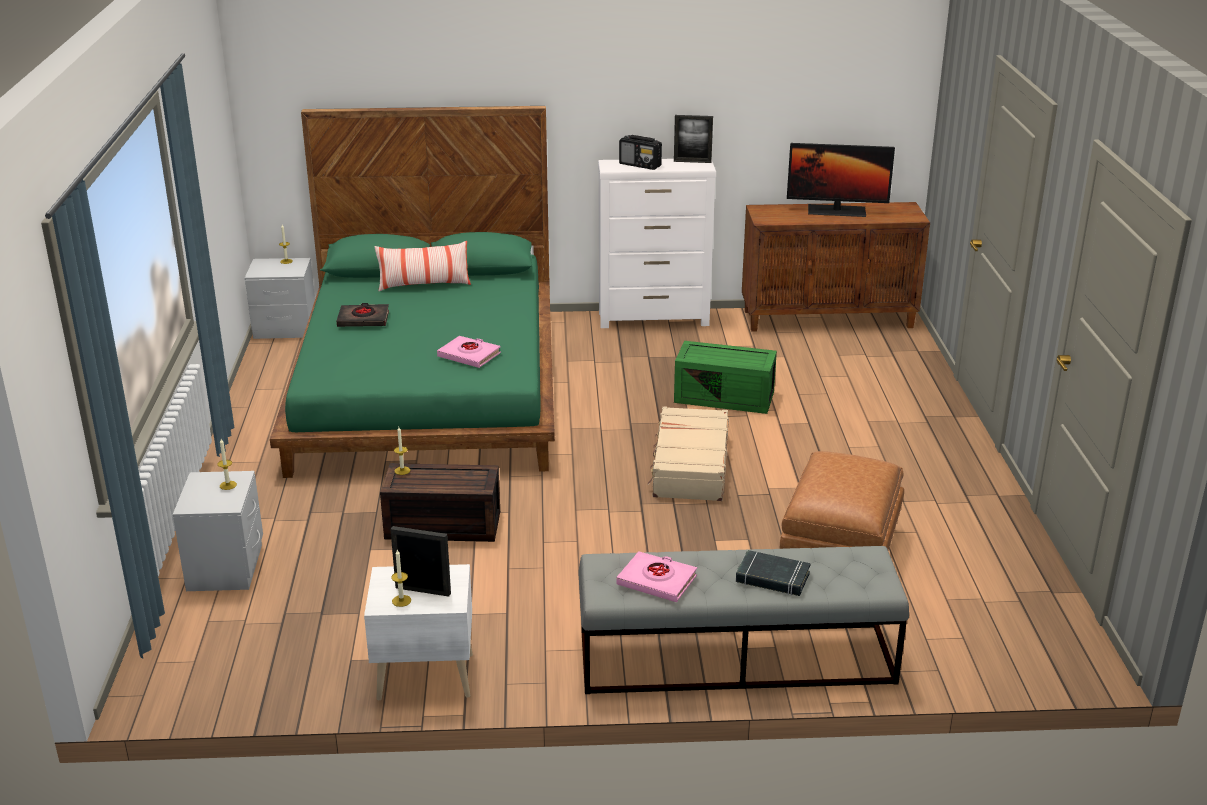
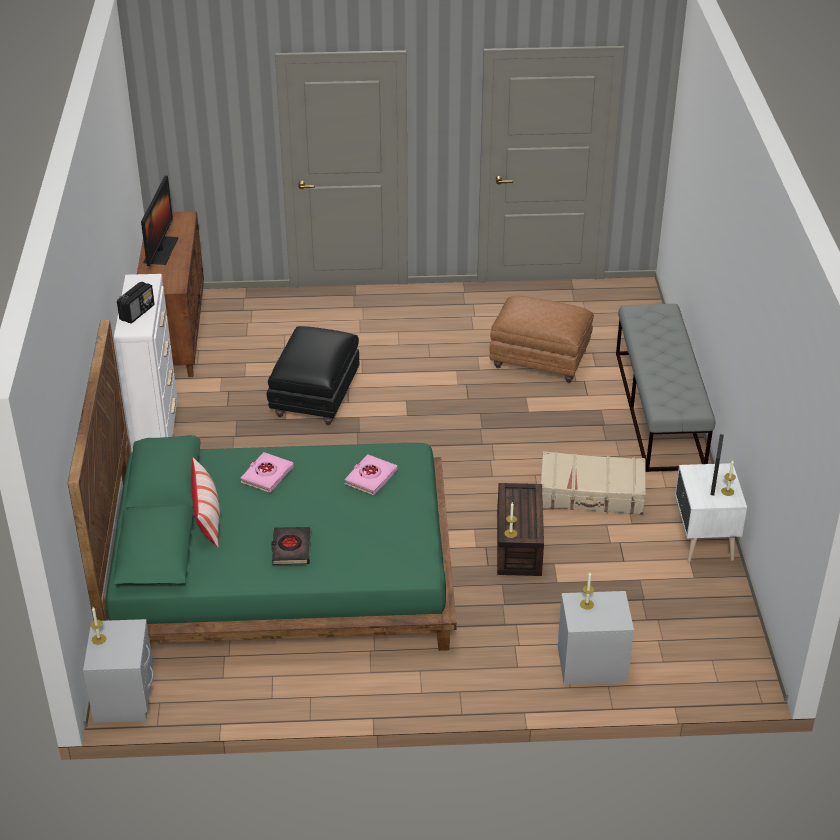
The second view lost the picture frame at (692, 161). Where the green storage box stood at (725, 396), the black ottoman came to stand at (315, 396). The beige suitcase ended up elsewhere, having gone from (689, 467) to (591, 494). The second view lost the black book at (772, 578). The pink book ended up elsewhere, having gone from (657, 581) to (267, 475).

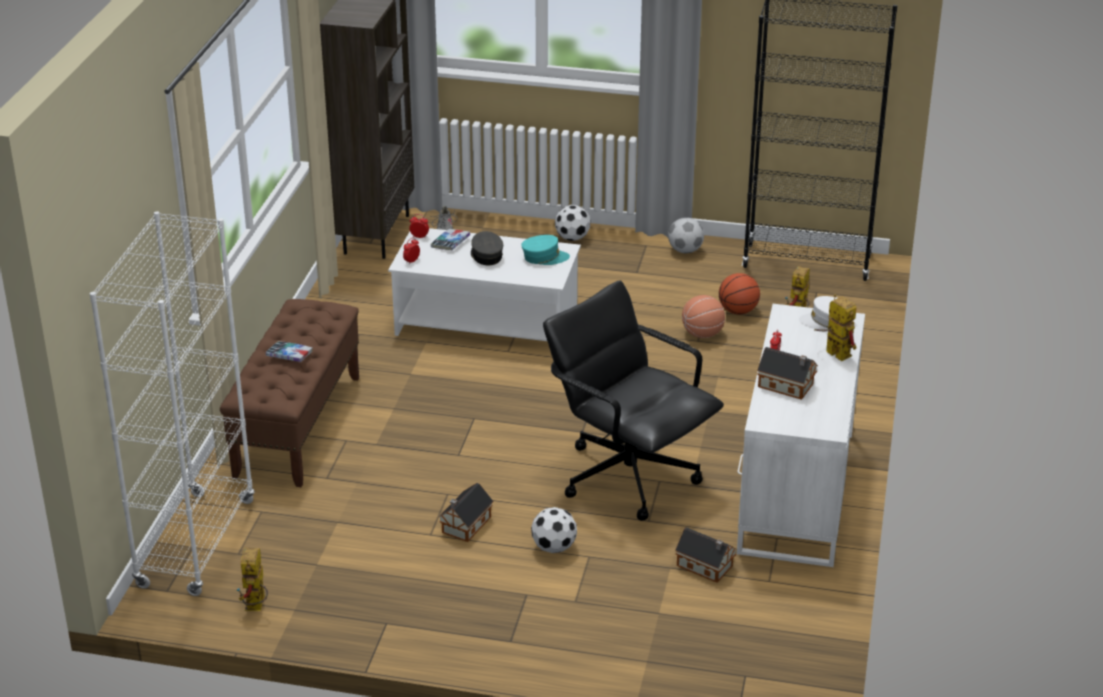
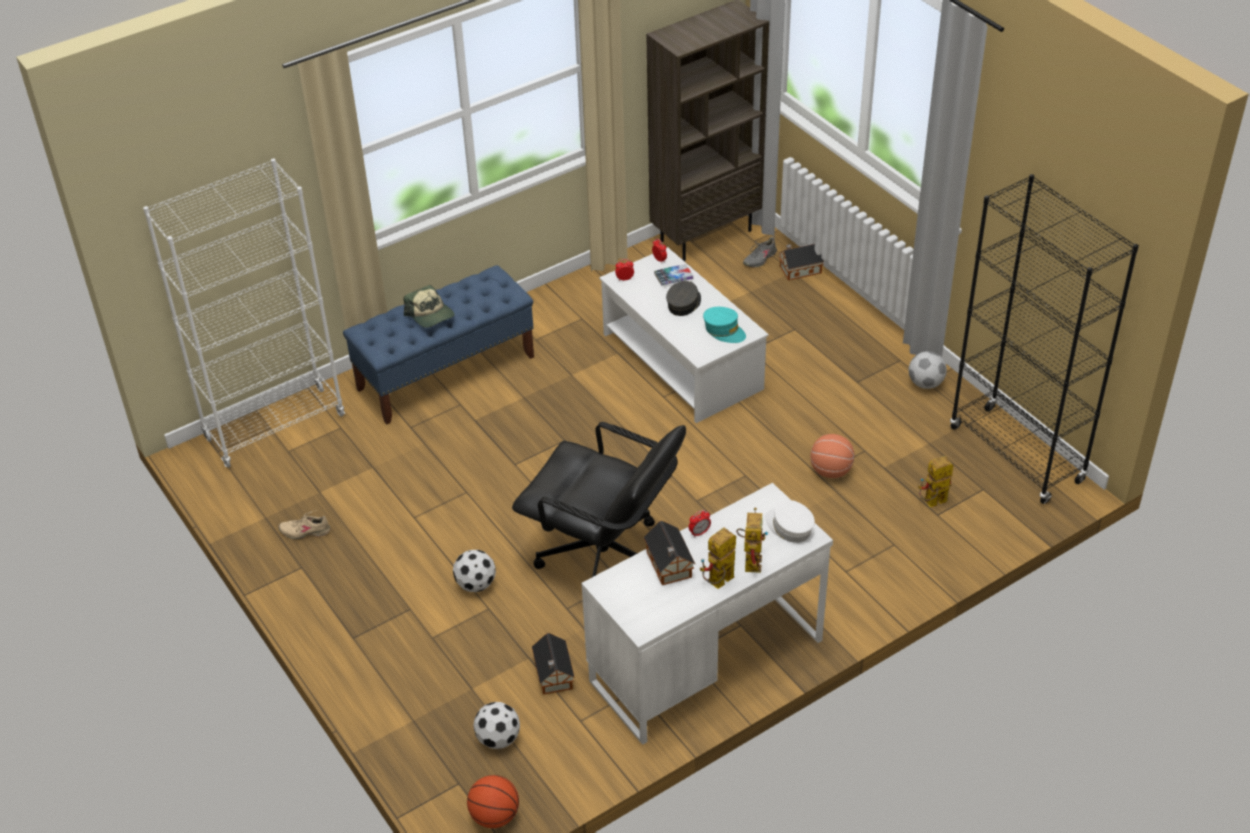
The football ended up elsewhere, having gone from (572, 238) to (497, 739). The basketball ended up elsewhere, having gone from (738, 311) to (494, 816). The black office chair at (628, 475) ended up facing another way, 120 degrees clockwise from before. What was the brown bench at (298, 425) turned into the blue bench at (446, 372). Where the book stood at (289, 355), the cap came to stand at (430, 314). The toy house ended up elsewhere, having gone from (464, 526) to (798, 270). The toy robot ended up elsewhere, having gone from (256, 607) to (718, 583). The second view gained the beige shoe at (305, 531).

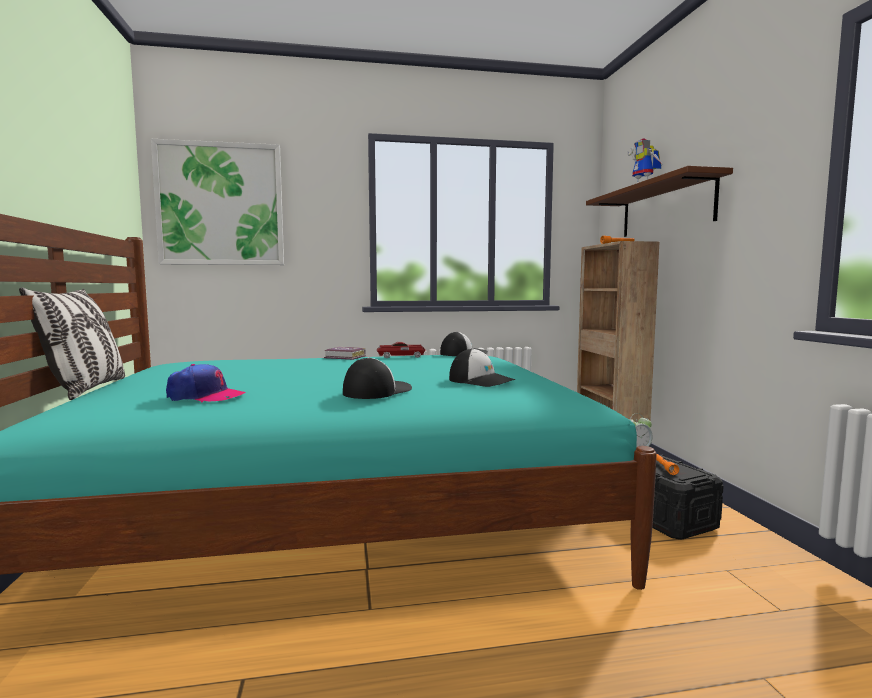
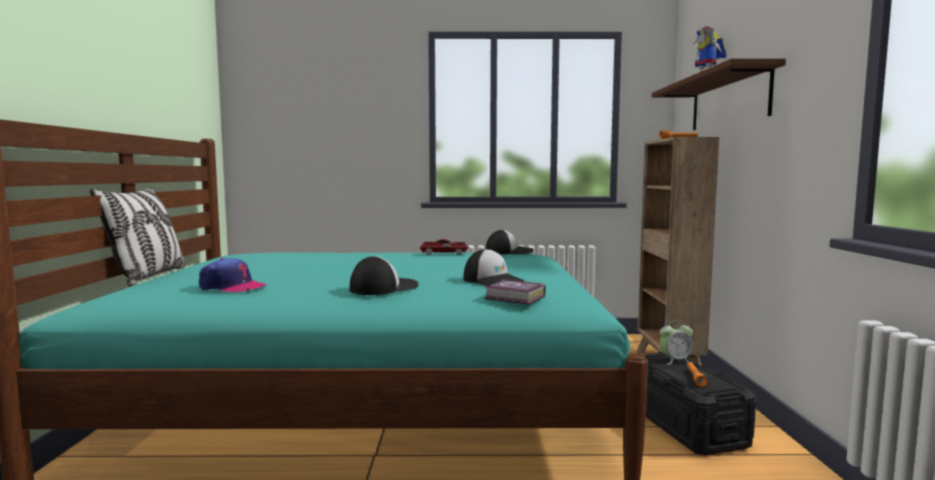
The second view lost the picture at (220, 204). The book ended up elsewhere, having gone from (345, 357) to (515, 298).

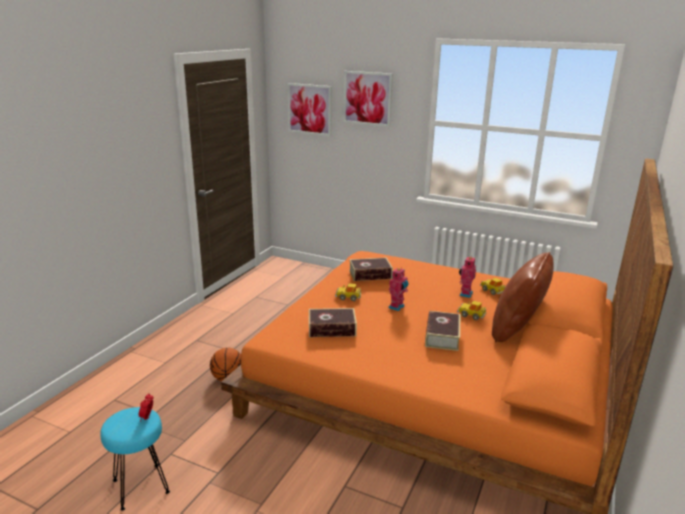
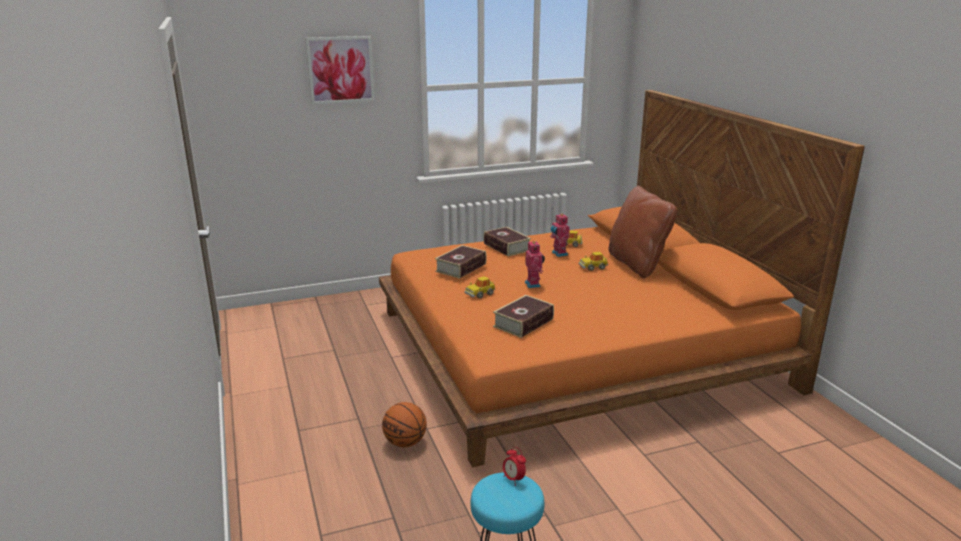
The second view lost the picture at (310, 109). The book ended up elsewhere, having gone from (442, 336) to (507, 247).

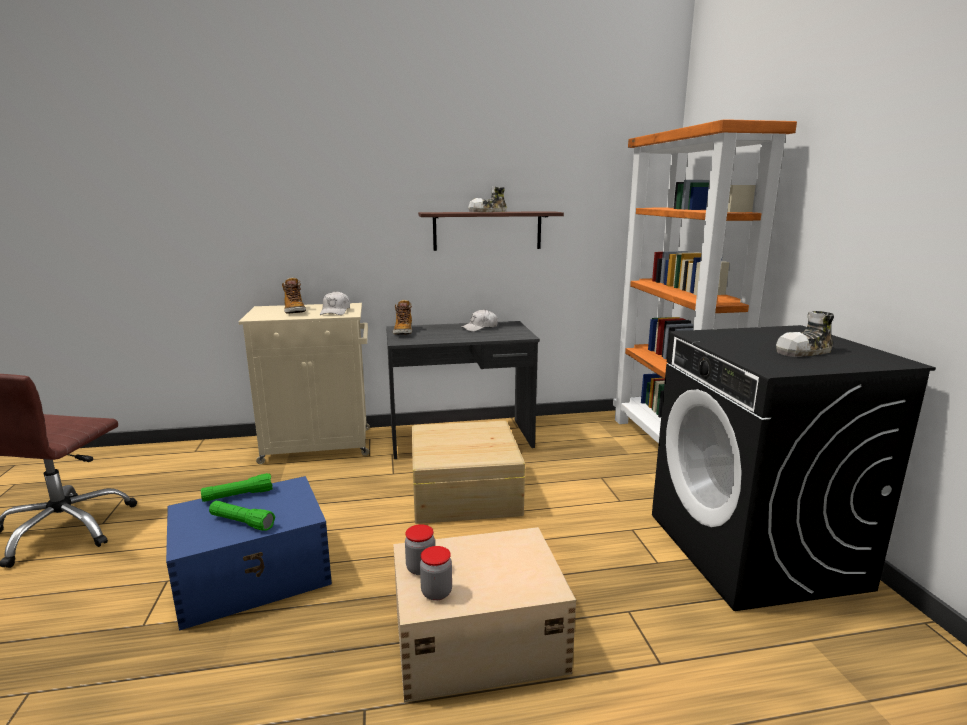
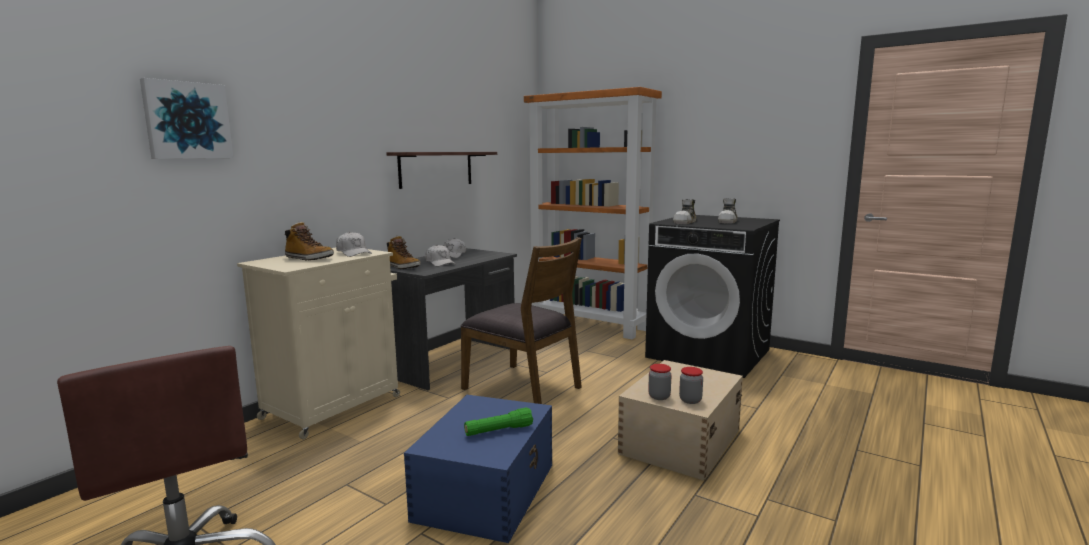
The shoe ended up elsewhere, having gone from (487, 211) to (685, 222). Where the beige storage box stood at (463, 492), the brown chair came to stand at (523, 387). The second view lost the green flashlight at (238, 496). The second view gained the picture at (187, 120). The second view gained the white cap at (440, 263).

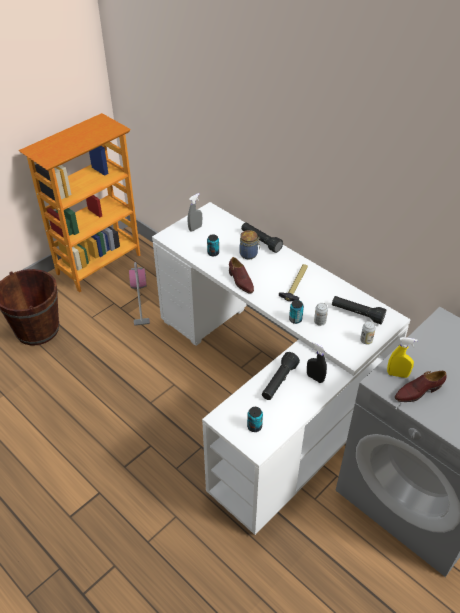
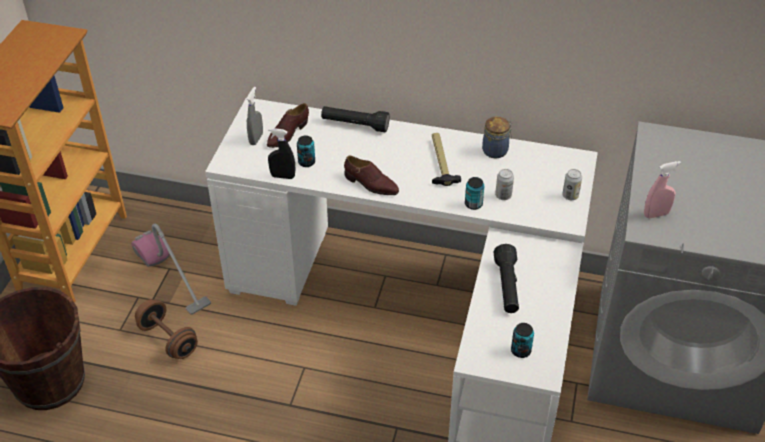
The jar ended up elsewhere, having gone from (249, 254) to (496, 150). The second view lost the black flashlight at (357, 314). What was the yellow spray bottle at (397, 374) turned into the pink spray bottle at (656, 214). The black spray bottle ended up elsewhere, having gone from (315, 378) to (282, 176). The brown shoe ended up elsewhere, having gone from (418, 391) to (287, 133). The second view gained the brown dumbbell at (168, 339).

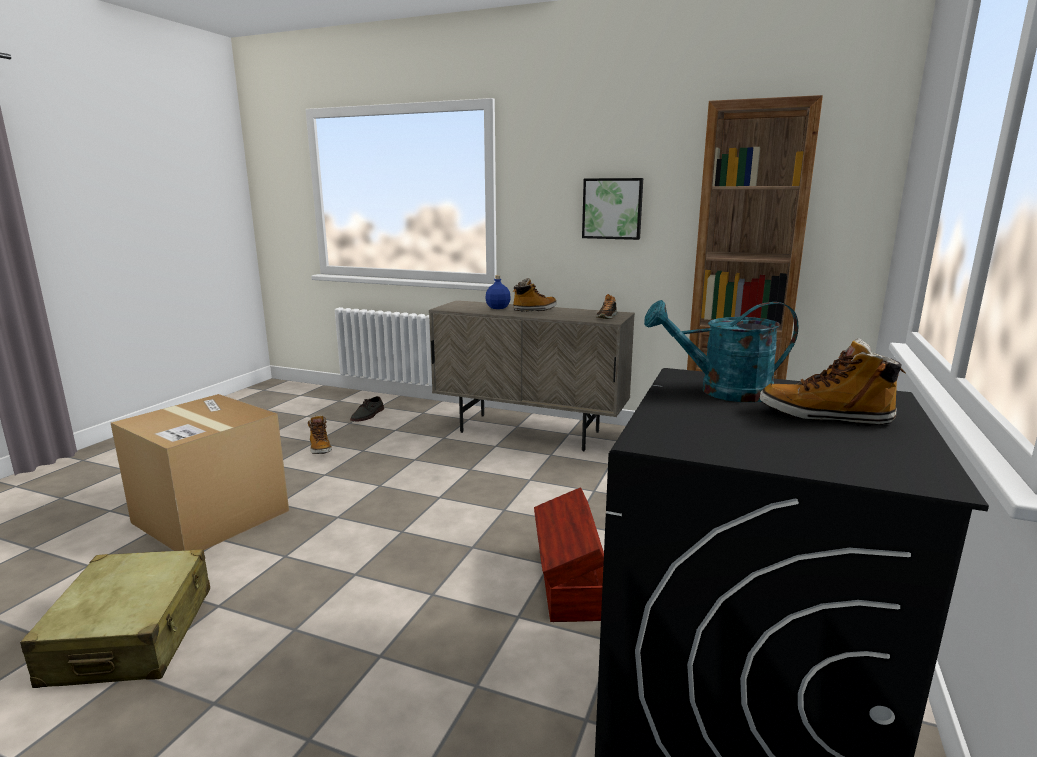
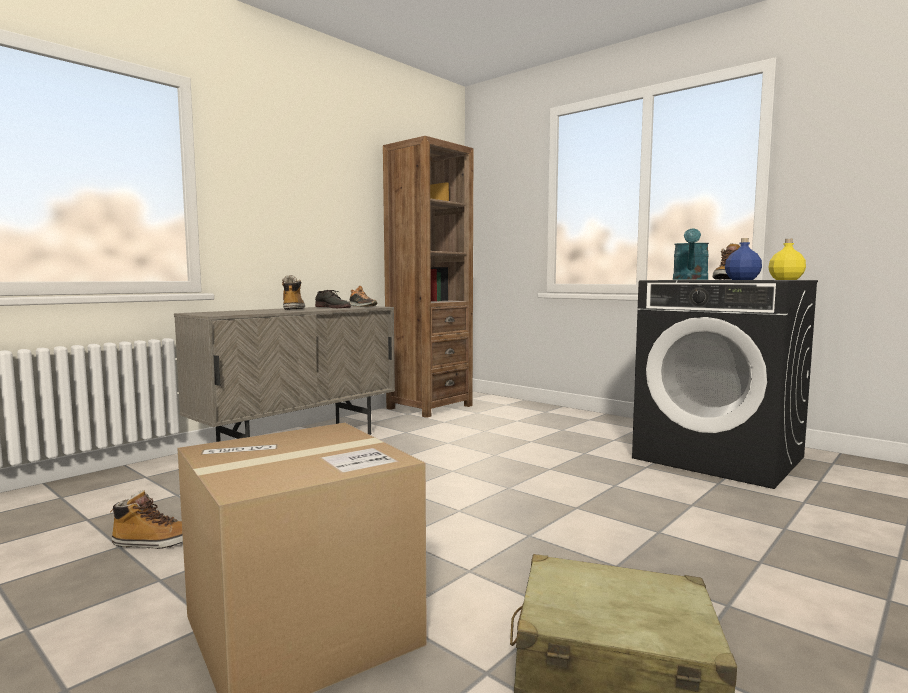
The second view lost the picture at (612, 208). The blue bottle ended up elsewhere, having gone from (498, 307) to (742, 280). The grey shoe ended up elsewhere, having gone from (368, 415) to (333, 307). The second view lost the brown storage box at (570, 583). The second view gained the yellow bottle at (786, 279).

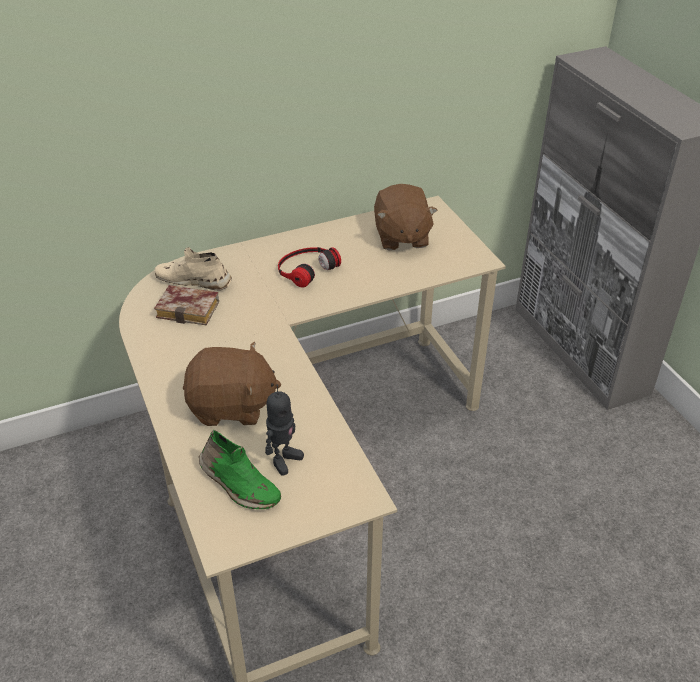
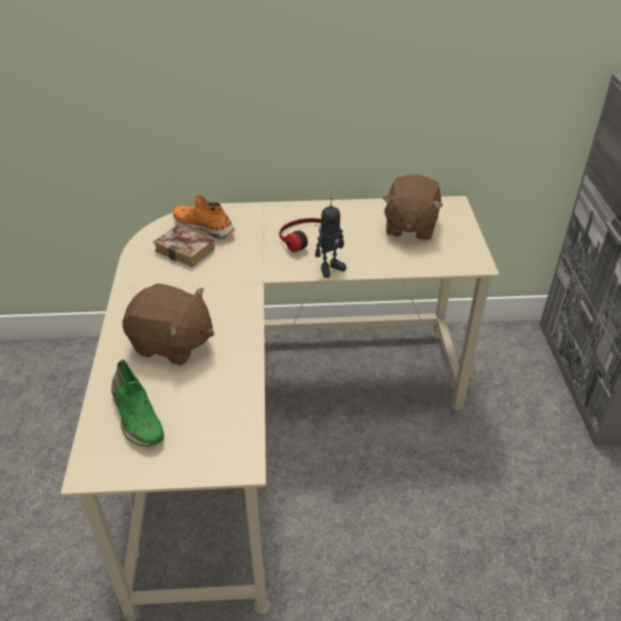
What was the beige shoe at (194, 281) turned into the orange shoe at (204, 226). The toy robot ended up elsewhere, having gone from (284, 460) to (330, 268).

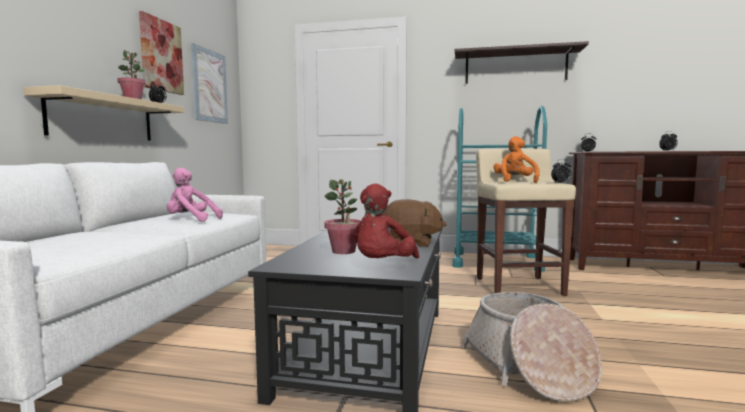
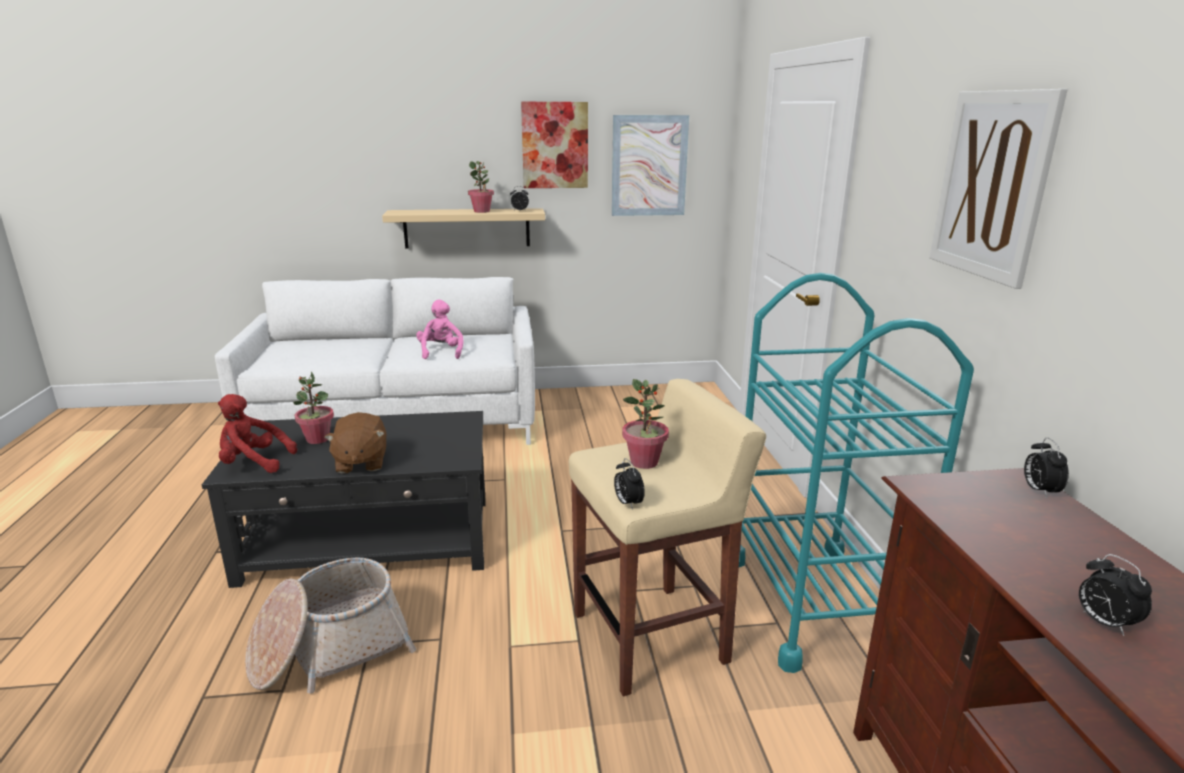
Where the shelf hung at (515, 67), the picture came to hang at (992, 185). Where the orange plush toy stood at (515, 182), the potted plant came to stand at (644, 462).

